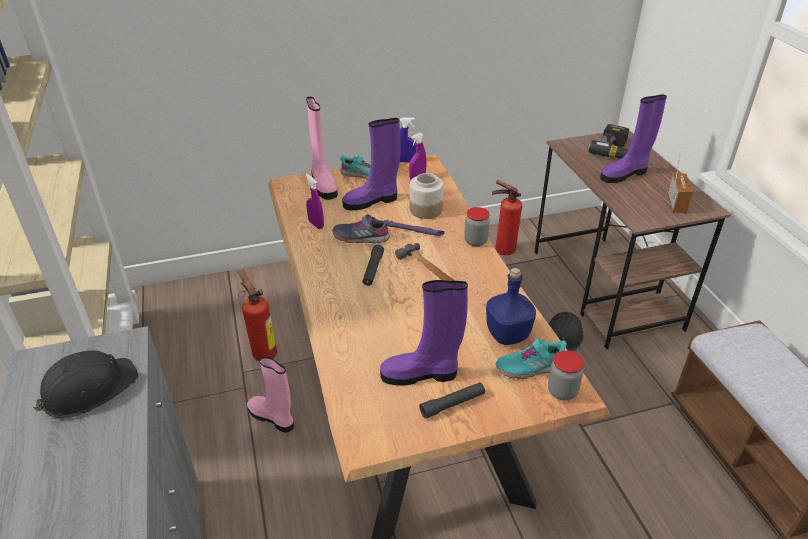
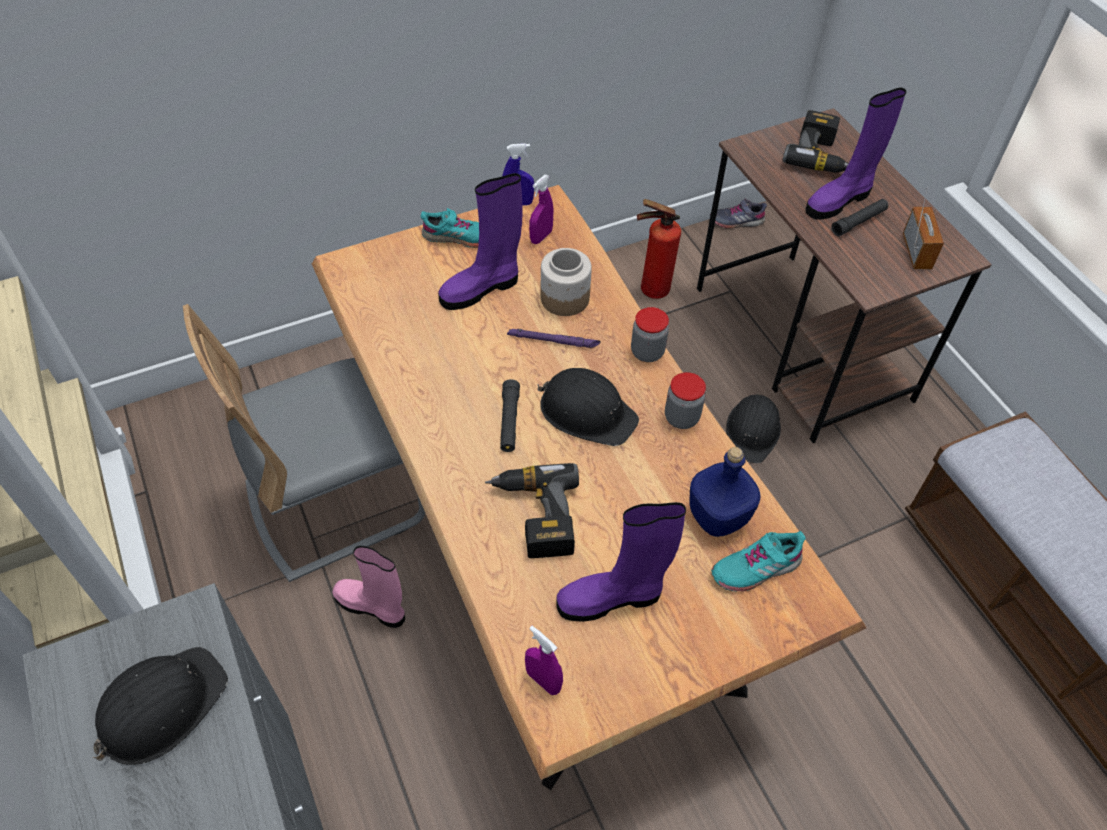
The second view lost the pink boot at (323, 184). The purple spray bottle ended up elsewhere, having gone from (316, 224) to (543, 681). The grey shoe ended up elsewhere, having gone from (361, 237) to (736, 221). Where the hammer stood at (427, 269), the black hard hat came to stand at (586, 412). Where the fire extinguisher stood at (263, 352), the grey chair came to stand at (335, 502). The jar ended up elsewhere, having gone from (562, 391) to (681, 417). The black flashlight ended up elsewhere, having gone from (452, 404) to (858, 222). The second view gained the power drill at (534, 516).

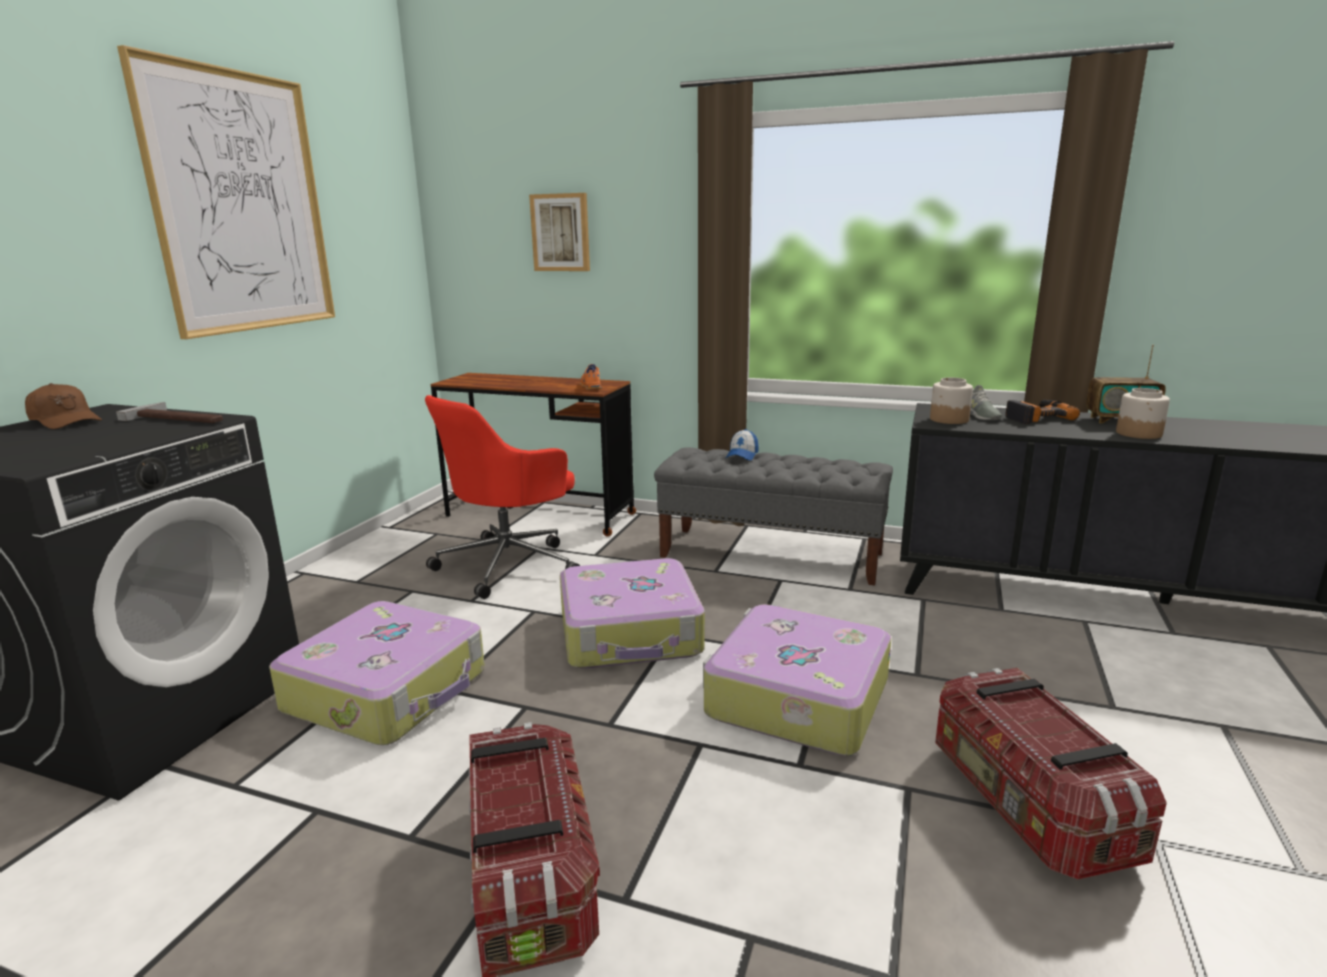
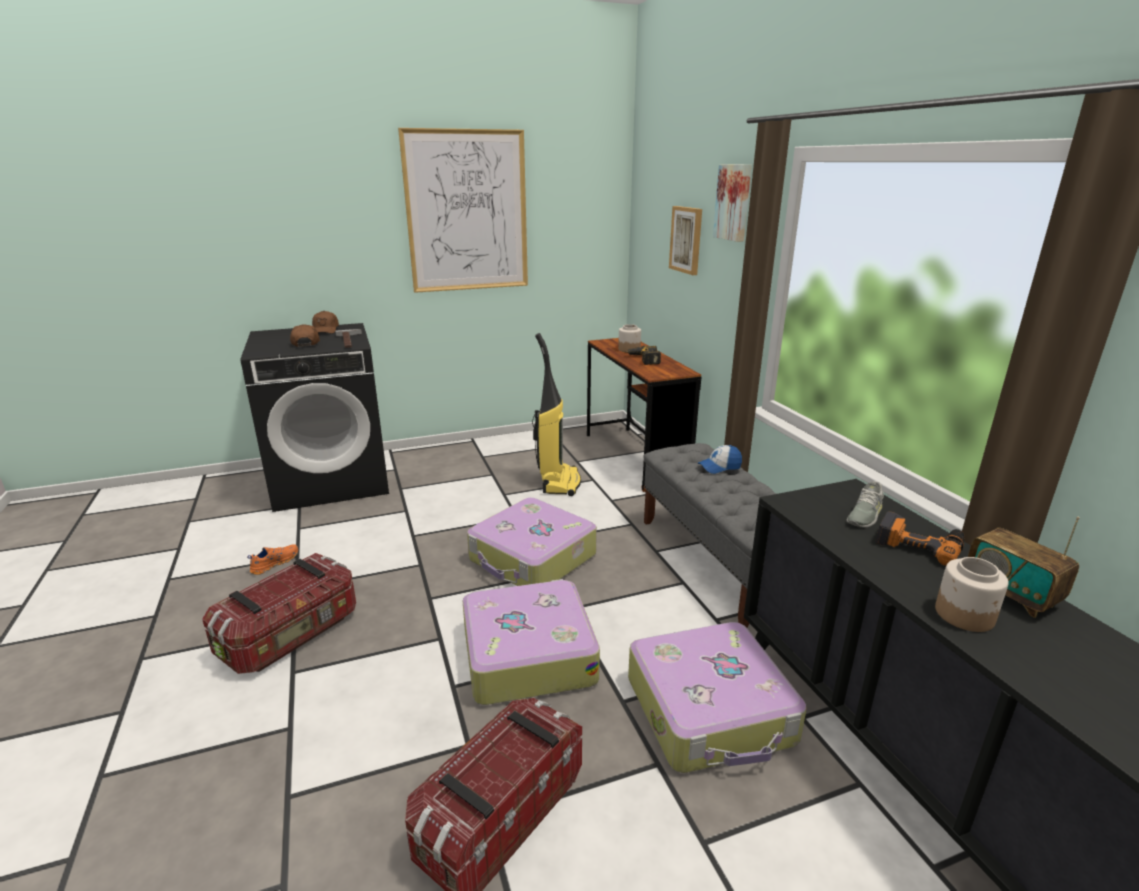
The orange shoe ended up elsewhere, having gone from (590, 386) to (274, 563). The jar ended up elsewhere, having gone from (948, 419) to (629, 349). Where the red office chair stood at (509, 564), the vacuum cleaner came to stand at (559, 482). The suitcase ended up elsewhere, having gone from (389, 691) to (711, 711). The second view gained the picture at (734, 202). The second view gained the brown cap at (306, 343). The second view gained the power drill at (643, 359).

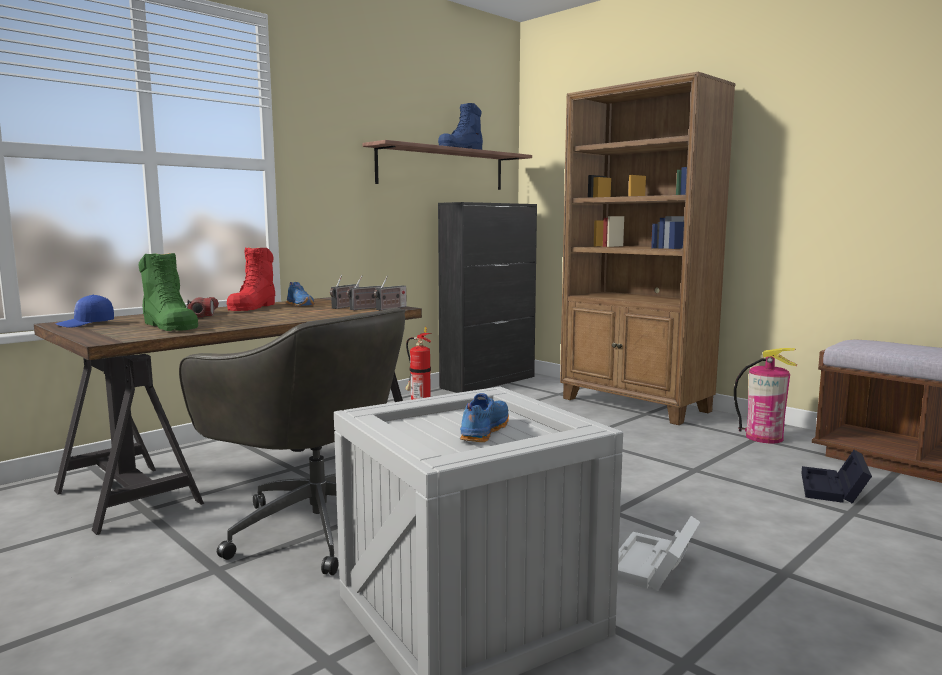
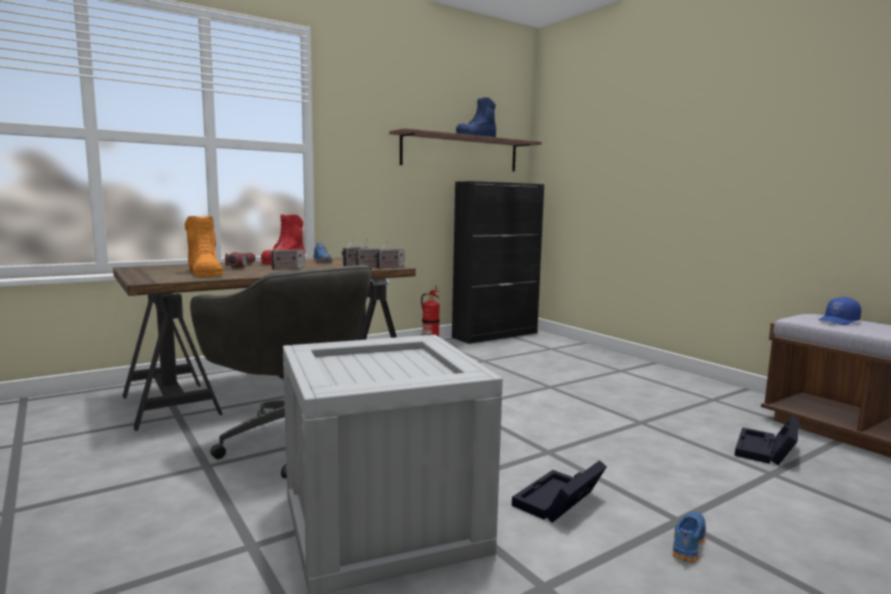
The second view lost the brown bookcase at (635, 405). What was the green boot at (170, 326) turned into the orange boot at (205, 273). The blue cap ended up elsewhere, having gone from (86, 324) to (839, 321). The second view lost the fire extinguisher at (764, 437). The blue shoe ended up elsewhere, having gone from (483, 431) to (687, 543). What was the white storage box at (652, 568) turned into the black storage box at (558, 502). The second view gained the radio at (287, 268).

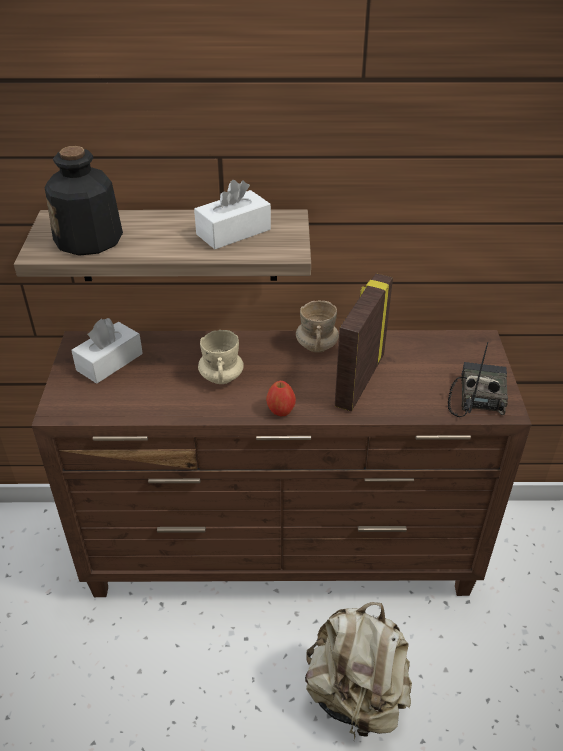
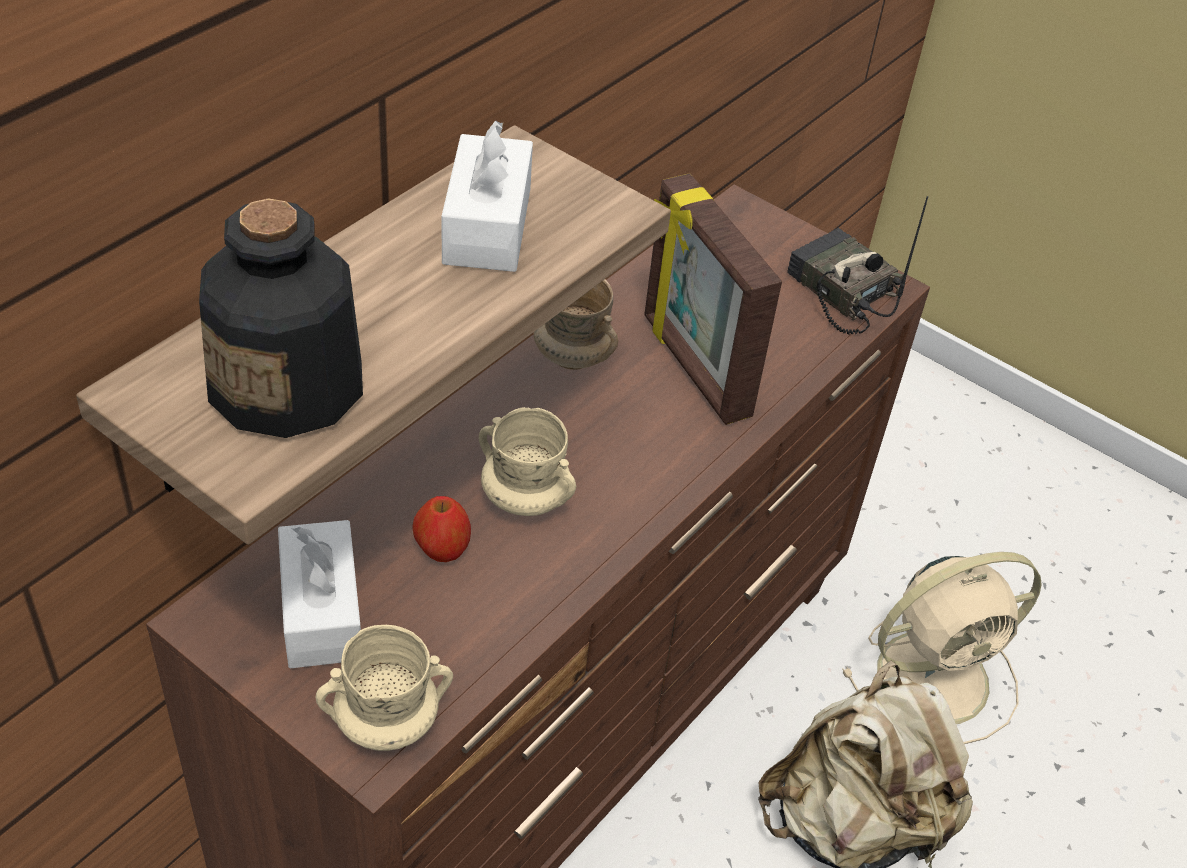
The apple ended up elsewhere, having gone from (281, 410) to (442, 550). The second view gained the beige fan at (937, 676). The second view gained the beige mug at (386, 723).

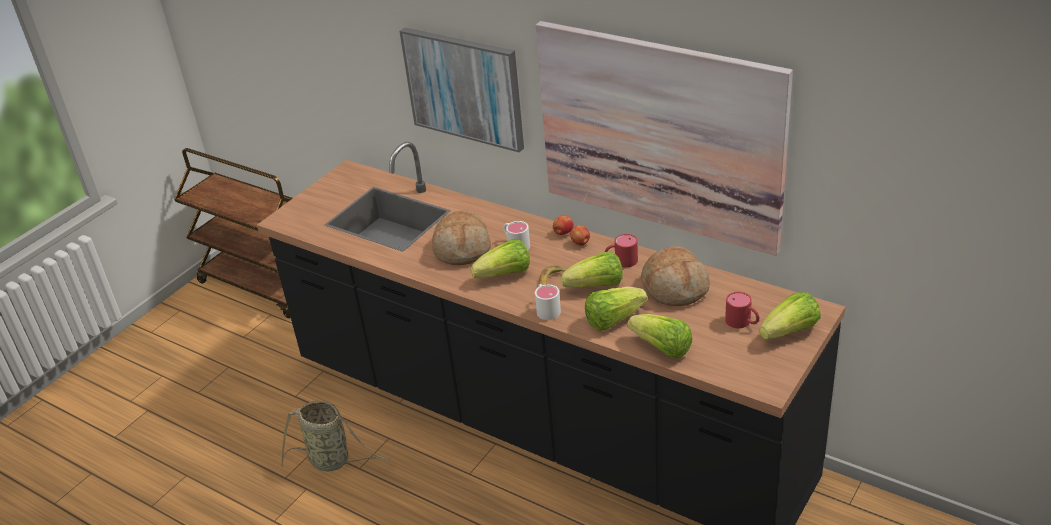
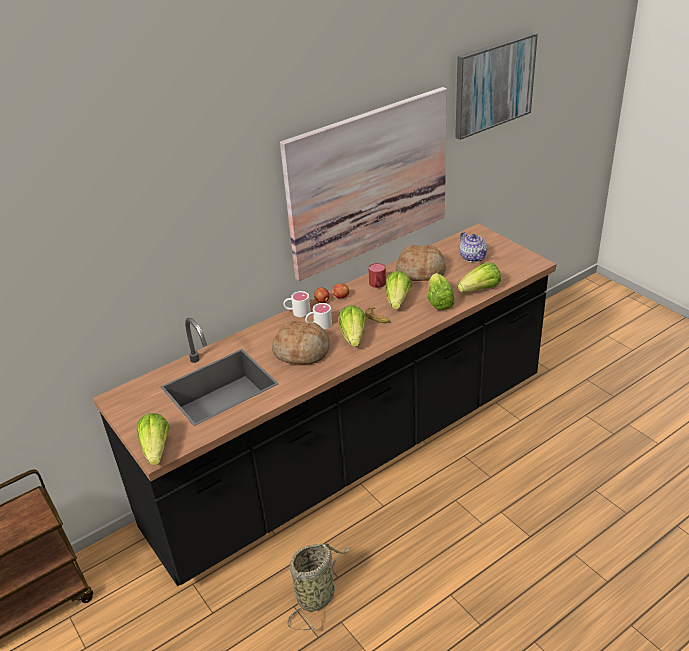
The picture ended up elsewhere, having gone from (464, 87) to (493, 85). The white mug ended up elsewhere, having gone from (546, 309) to (297, 312). Where the red mug stood at (742, 322), the teapot came to stand at (472, 257). The lettuce ended up elsewhere, having gone from (790, 332) to (156, 449).

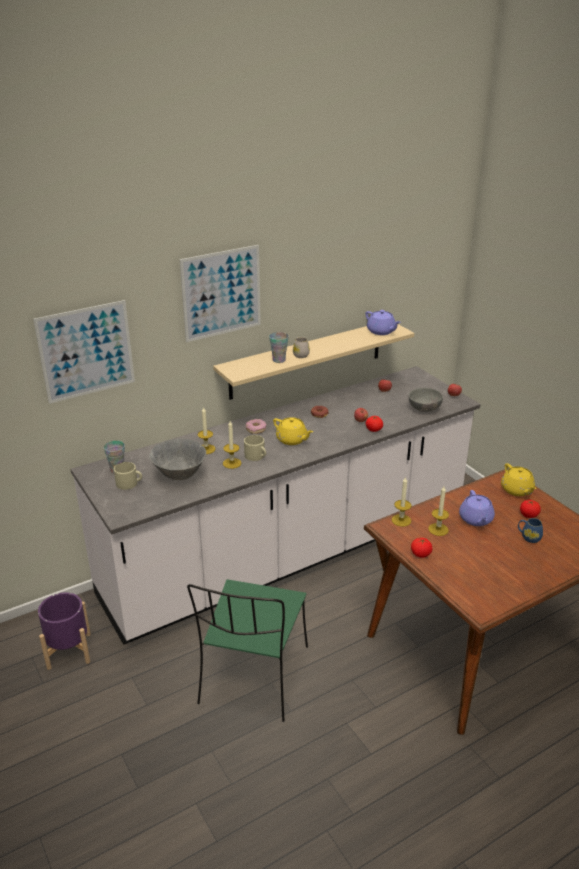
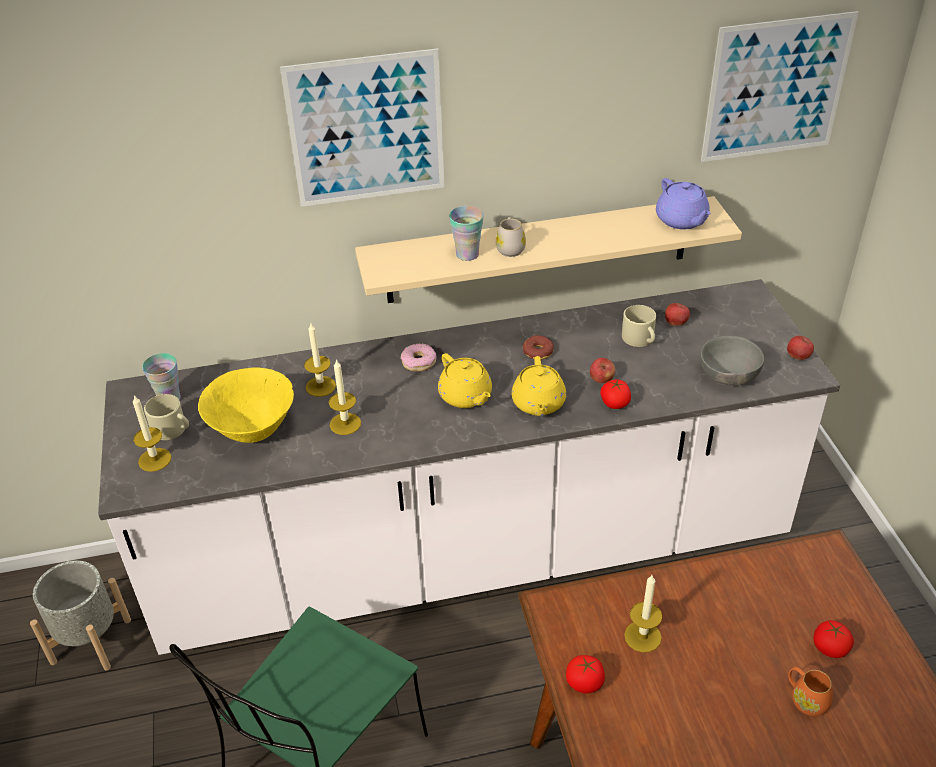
The picture ended up elsewhere, having gone from (86, 351) to (776, 88). The beige mug ended up elsewhere, having gone from (256, 456) to (640, 339). What was the grey bowl at (179, 475) turned into the yellow bowl at (253, 431). The yellow teapot ended up elsewhere, having gone from (517, 490) to (538, 404). The candle ended up elsewhere, having gone from (401, 520) to (154, 459). The second view lost the purple teapot at (476, 519). What was the blue mug at (528, 537) turned into the orange mug at (805, 699). What was the purple planter at (68, 651) turned into the grey planter at (90, 641).

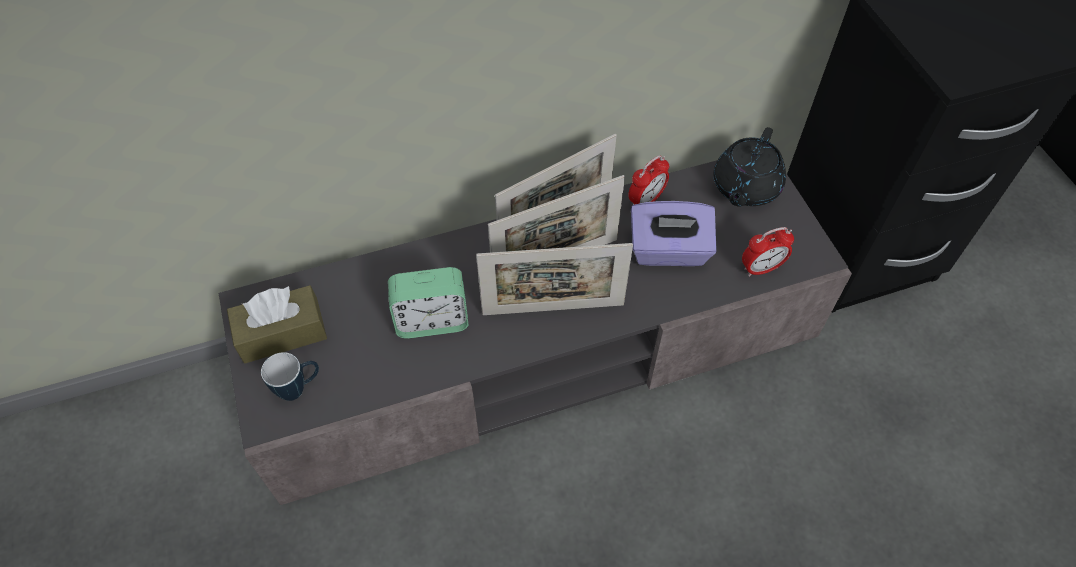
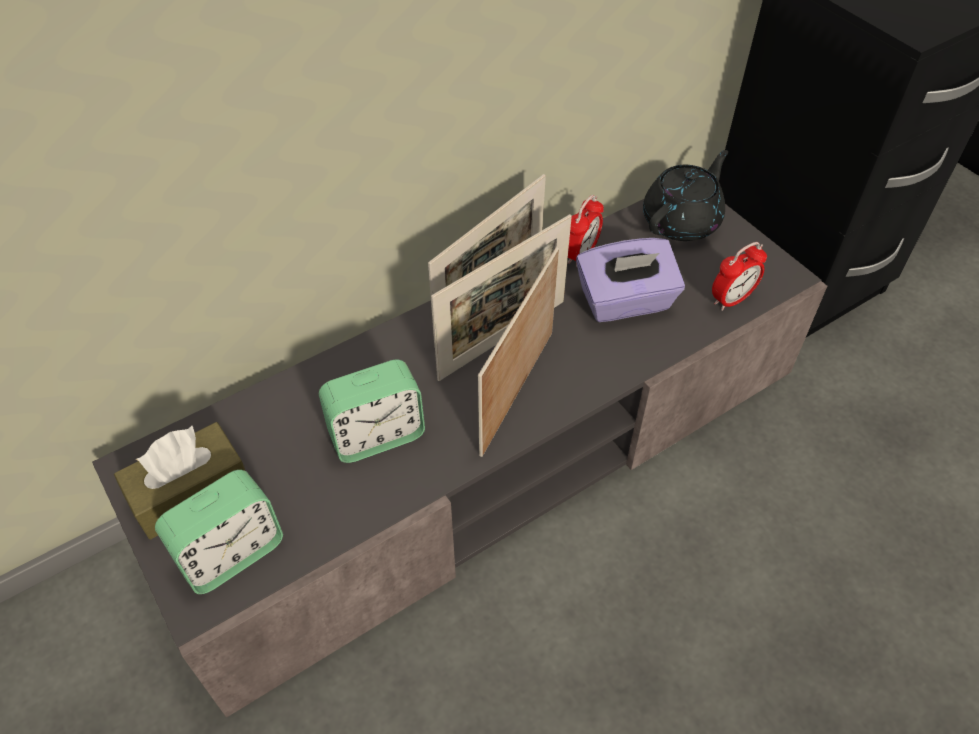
The black teapot at (745, 187) ended up facing another way, 150 degrees counterclockwise from before. The picture frame at (553, 309) ended up facing another way, 135 degrees clockwise from before. Where the mug stood at (299, 388), the alarm clock came to stand at (231, 553).

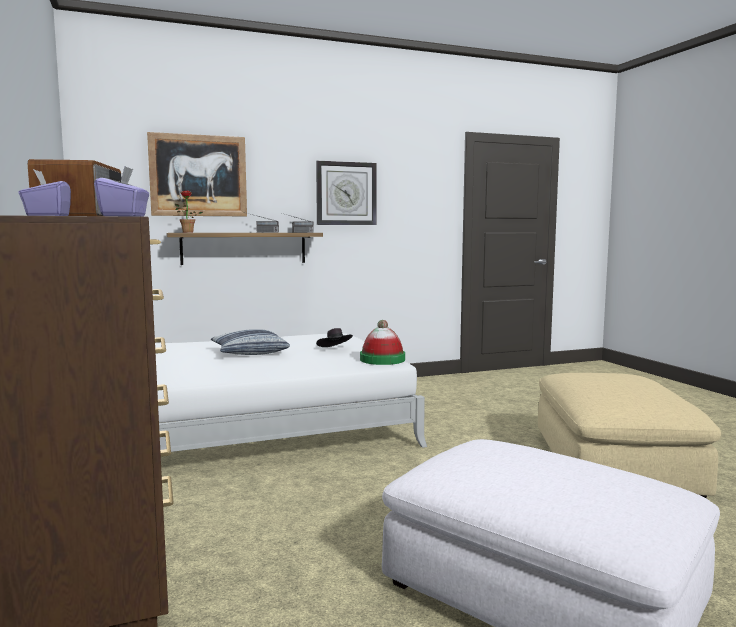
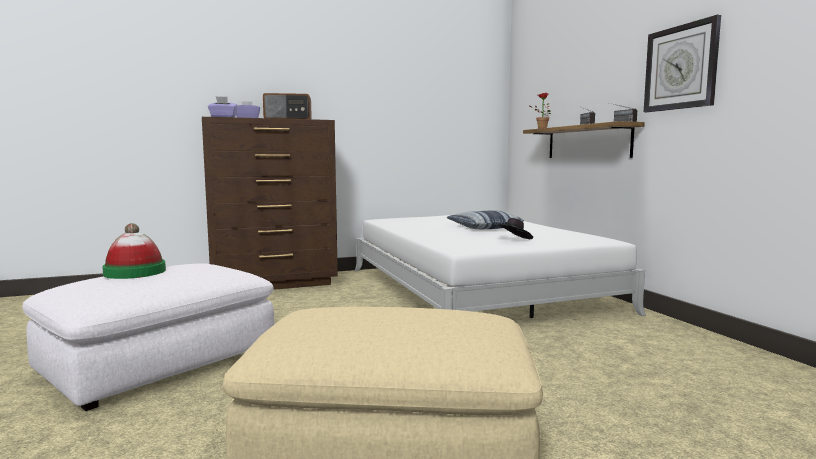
The second view lost the picture at (198, 175). The hat ended up elsewhere, having gone from (382, 359) to (135, 272).

